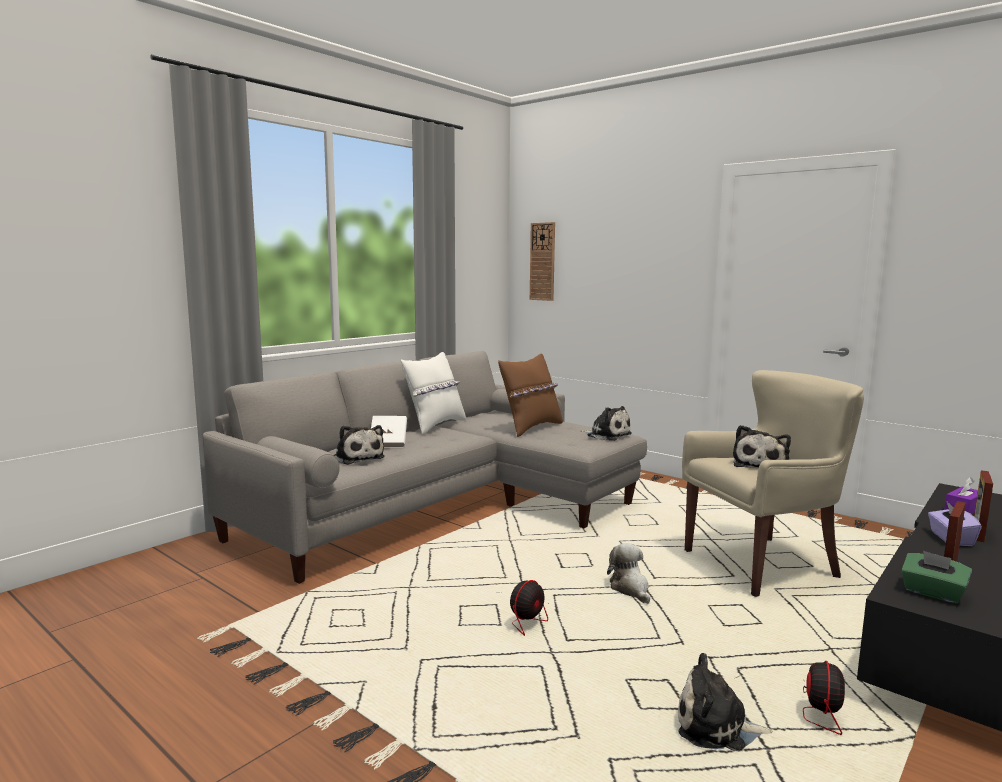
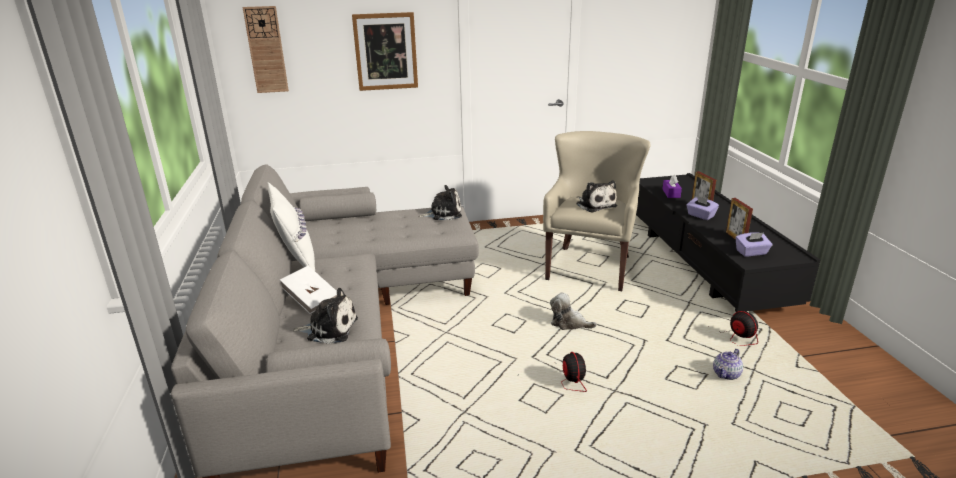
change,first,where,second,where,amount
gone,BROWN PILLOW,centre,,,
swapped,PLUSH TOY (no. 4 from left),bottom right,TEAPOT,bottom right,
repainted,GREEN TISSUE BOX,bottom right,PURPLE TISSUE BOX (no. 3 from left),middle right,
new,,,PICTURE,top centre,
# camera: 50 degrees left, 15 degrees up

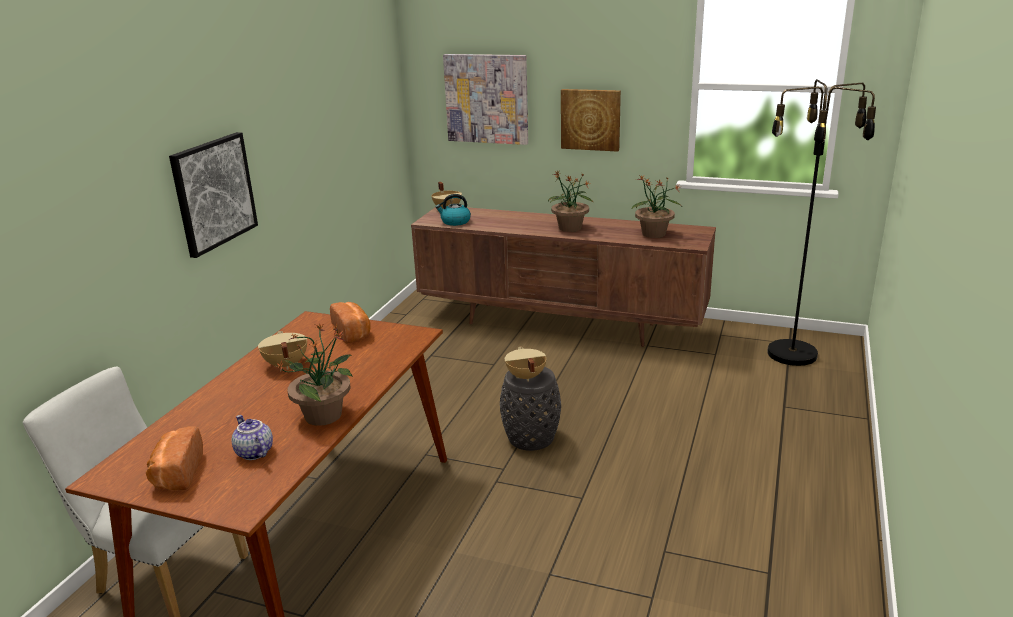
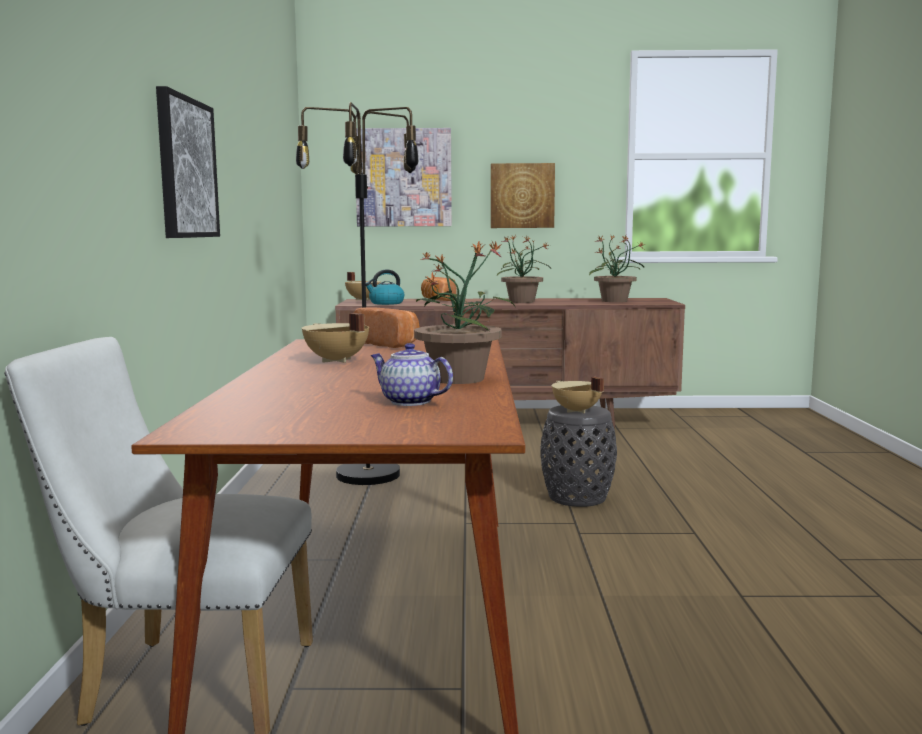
change,first,where,second,where,amount
shifted,BREAD (no. 1 from left in the first image),bottom left,BREAD (no. 2 from left),centre,
shifted,FLOOR LAMP,middle right,,centre,
# camera: 20 degrees left, 15 degrees down

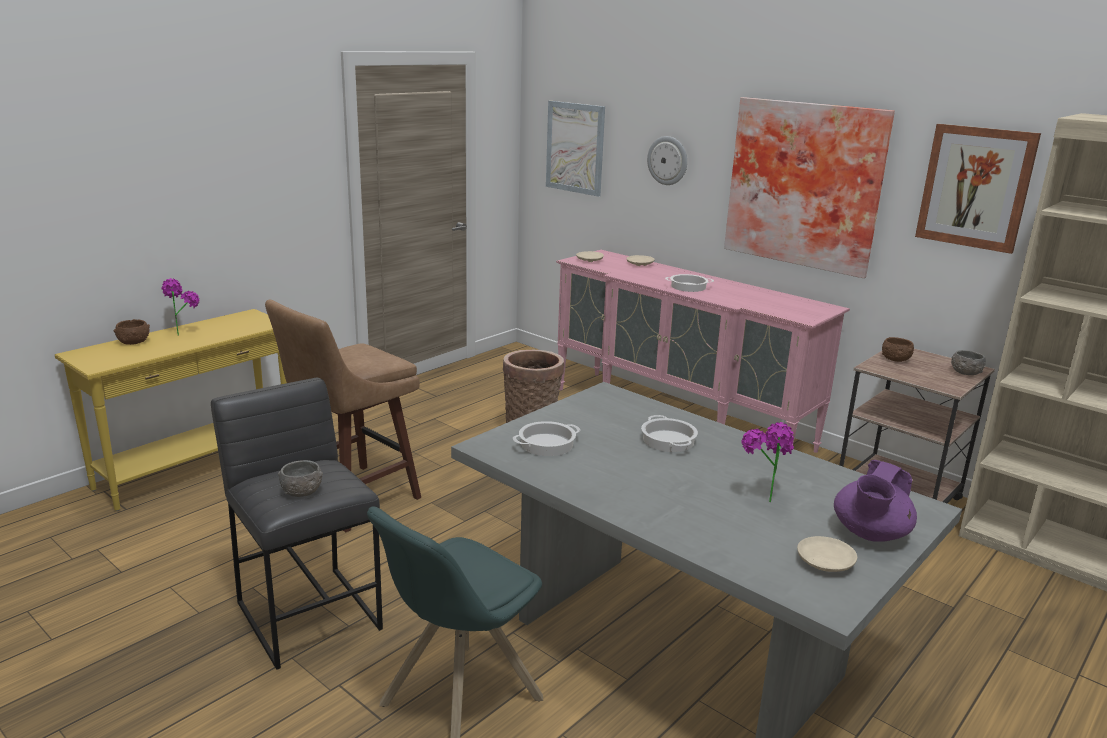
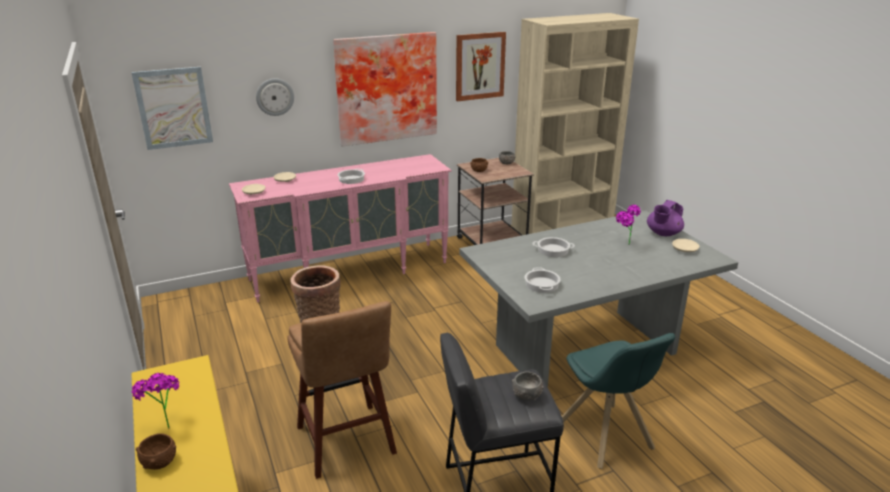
change,first,where,second,where,amount
rotated,PURPLE TEAPOT,bottom right,,middle right,75 degrees clockwise
# camera: 65 degrees left, 5 degrees up

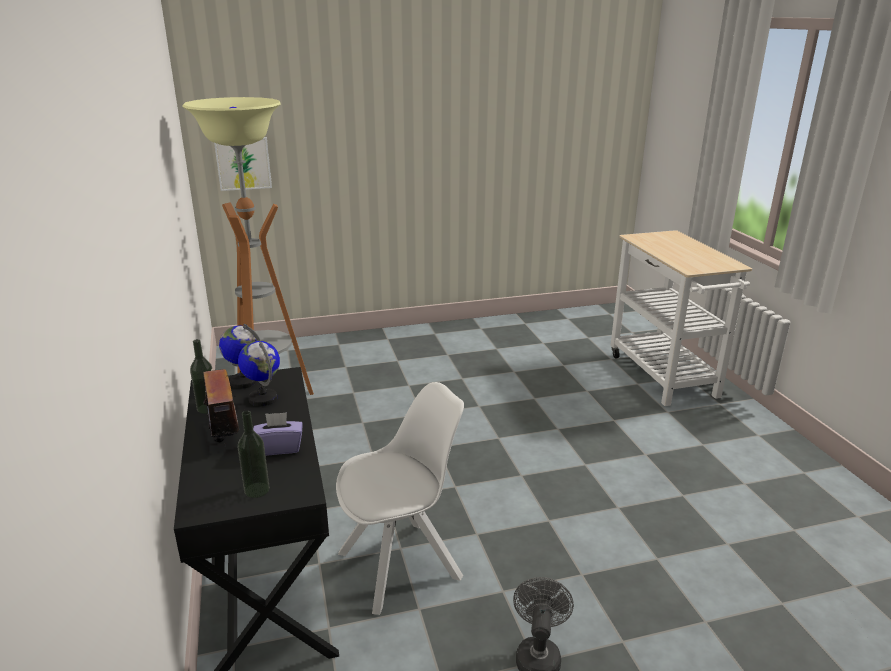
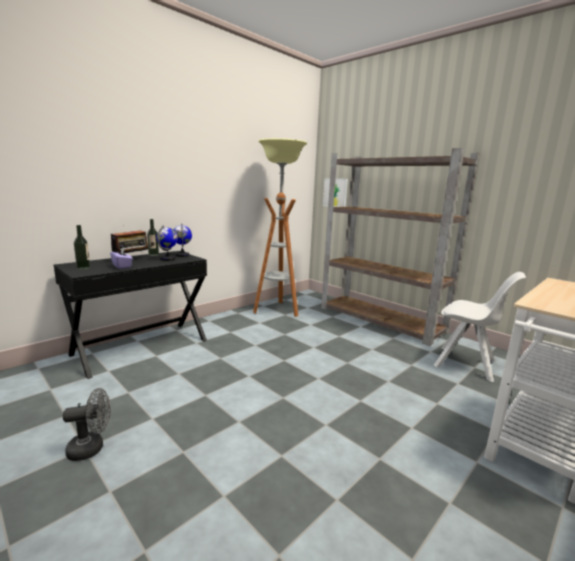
change,first,where,second,where,amount
shifted,WHITE CHAIR,bottom centre,,middle right,
new,,,BROWN BOOKCASE,middle right,
# camera: 60 degrees right, 10 degrees down

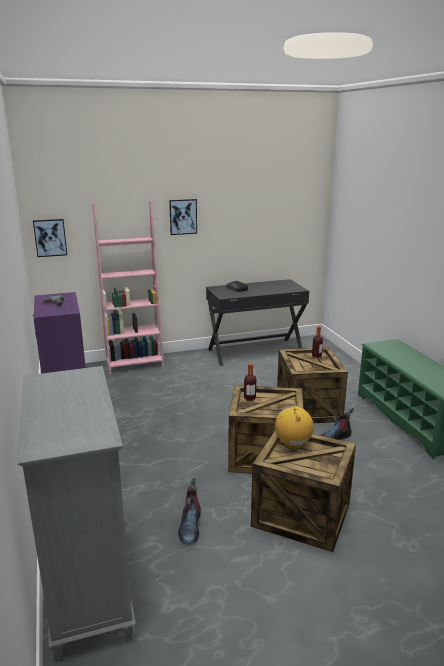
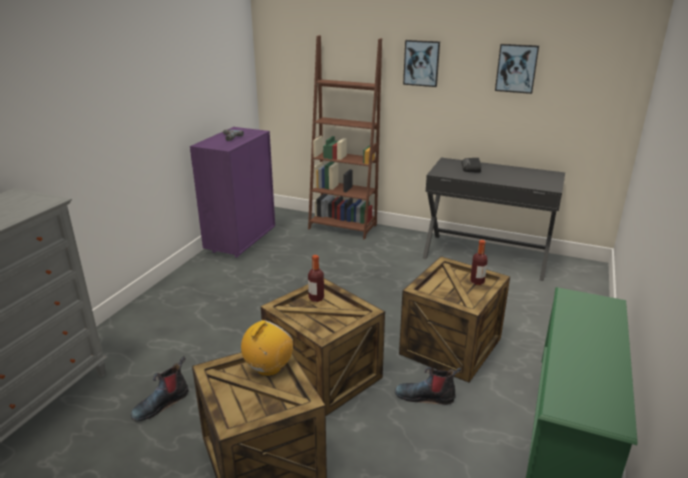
change,first,where,second,where,amount
shifted,PICTURE (no. 1 from left in the first image),middle left,PICTURE (no. 2 from left),top right,
repainted,PINK BOOKCASE,middle left,BROWN BOOKCASE,top centre,
# camera: 40 degrees right, 5 degrees up

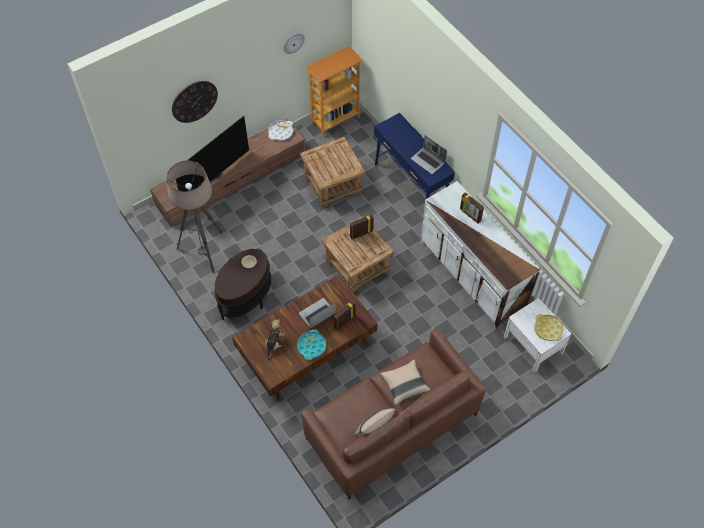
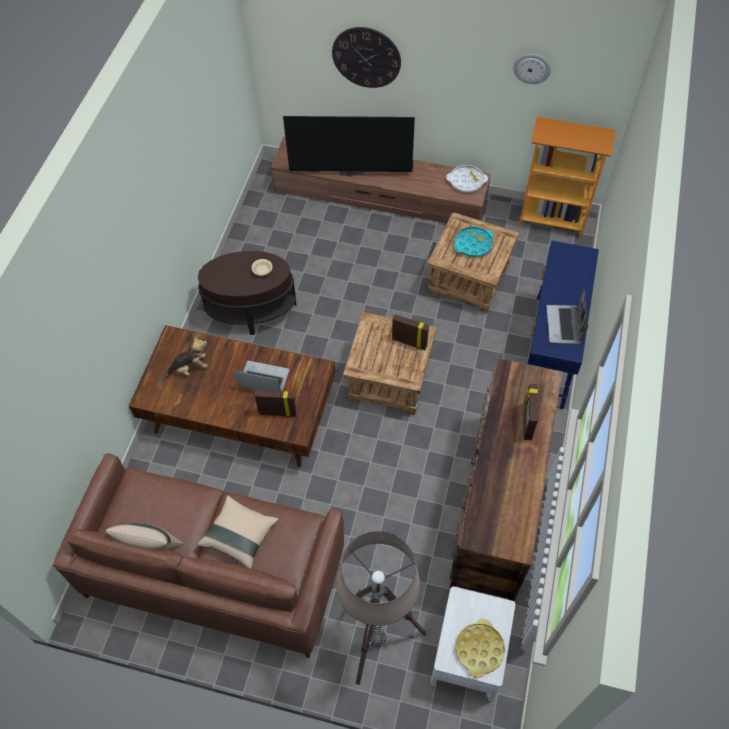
change,first,where,second,where,amount
shifted,FLOOR LAMP,middle left,,bottom centre,
shifted,TURQUOISE TRAY,centre,,top centre,
repainted,WHITE CABINET,middle right,BROWN CABINET,middle right,
# camera: 50 degrees right, 0 degrees up

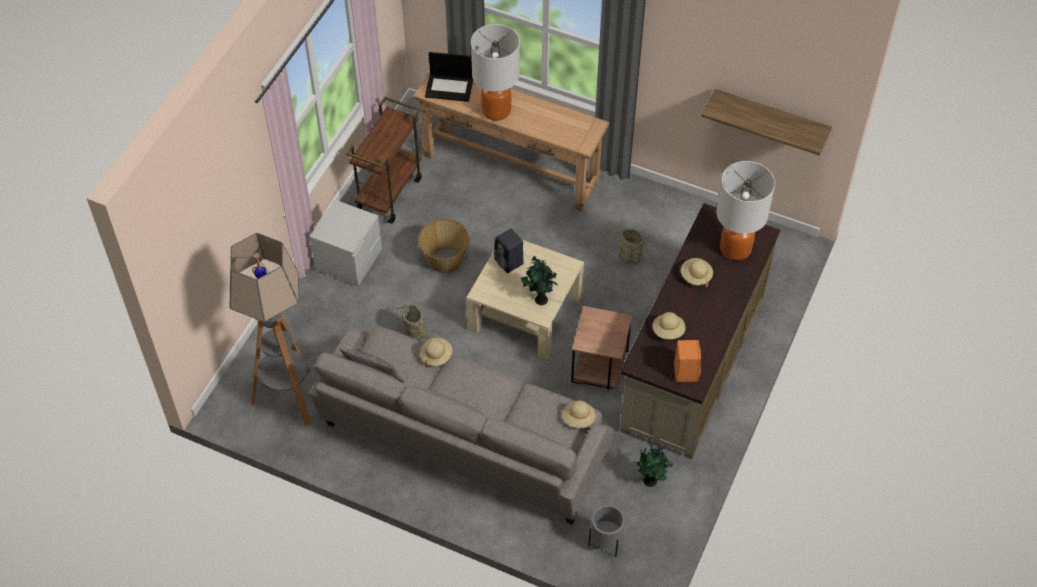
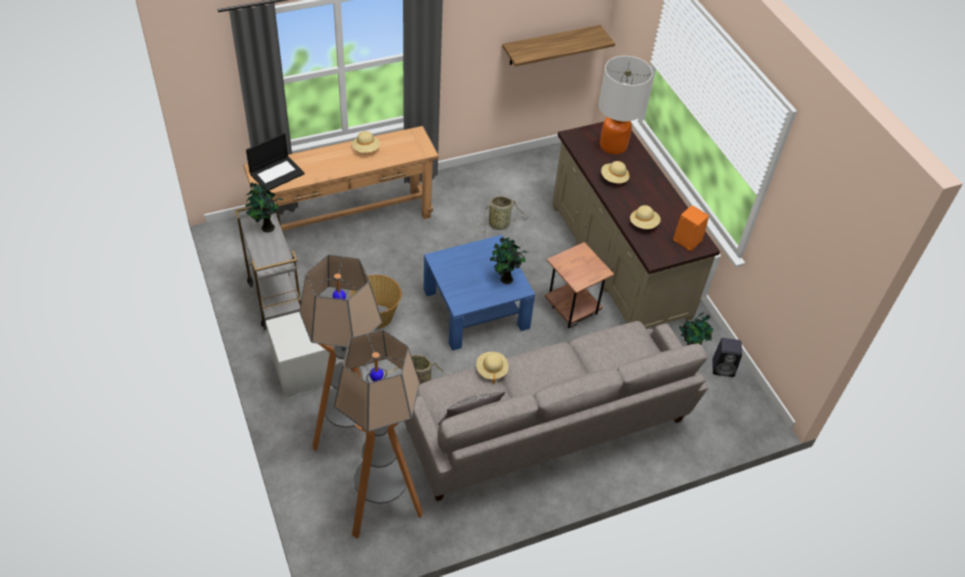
change,first,where,second,where,amount
repainted,BROWN CART,top centre,GREY CART,middle left,
repainted,BEIGE COFFEE TABLE,centre,BLUE COFFEE TABLE,centre,
gone,TABLE LAMP (no. 1 from left),top centre,,,
shifted,BLACK SPEAKER,centre,,middle right,
shifted,BEIGE HAT (no. 2 from left in the first image),bottom centre,BEIGE HAT (no. 1 from left),top centre,
gone,GREY PLANTER,bottom centre,,,
new,,,POTTED PLANT (no. 1 from left),middle left,
new,,,FLOOR LAMP (no. 1 from left),centre,
# camera: 50 degrees left, 5 degrees down

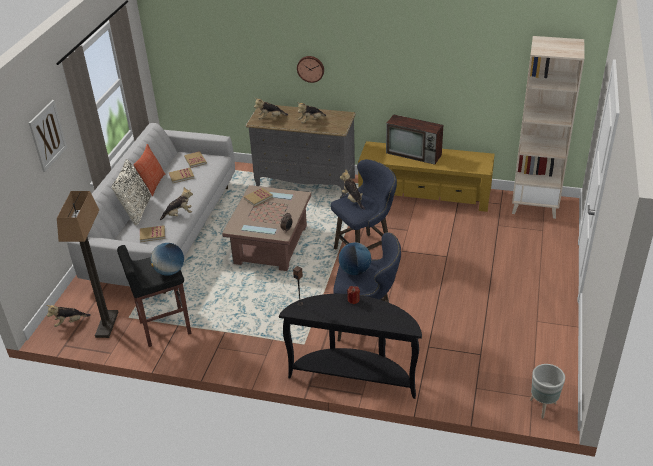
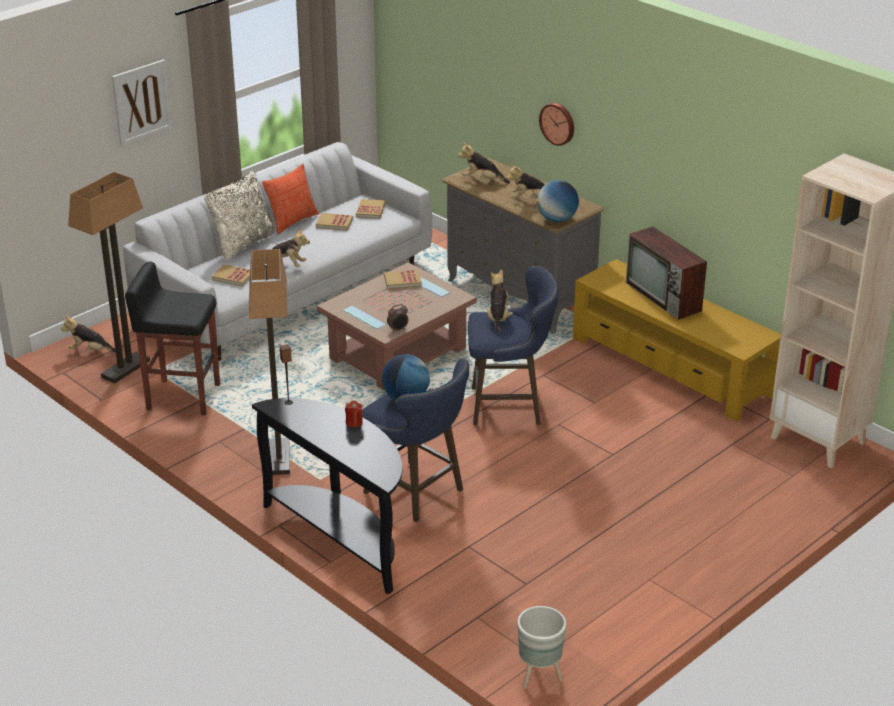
change,first,where,second,where,amount
shifted,GLOBE (no. 1 from left in the first image),middle left,GLOBE (no. 2 from left),top centre,
new,,,FLOOR LAMP (no. 2 from left),middle left,
# camera: 30 degrees right, 5 degrees down

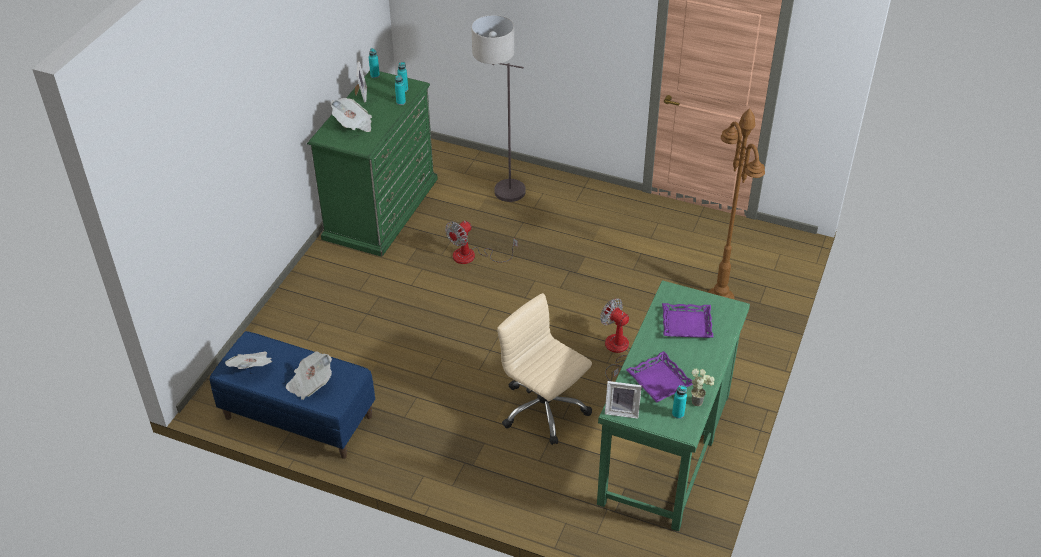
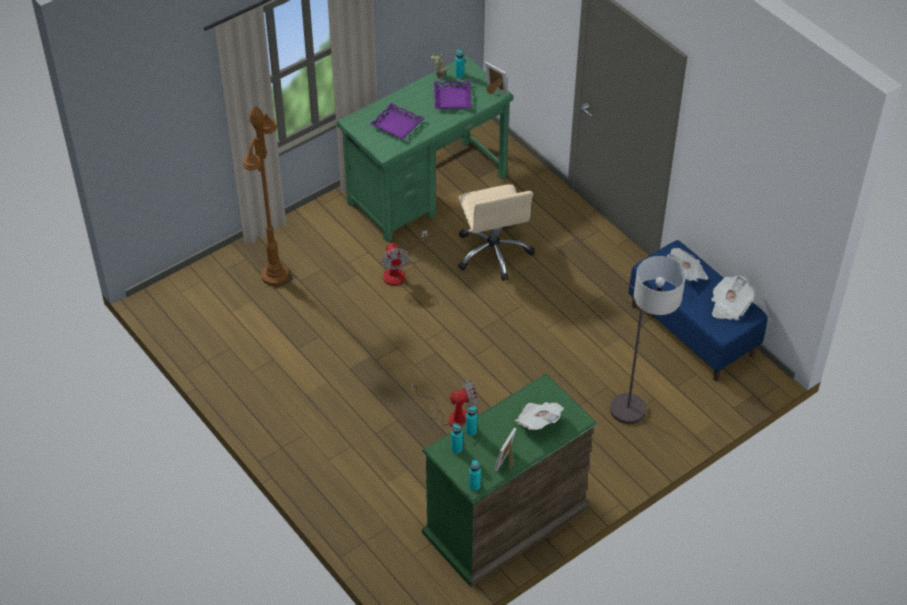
change,first,where,second,where,amount
shifted,GREY FLOOR LAMP,top centre,,middle right,
# camera: 150 degrees left, 5 degrees up

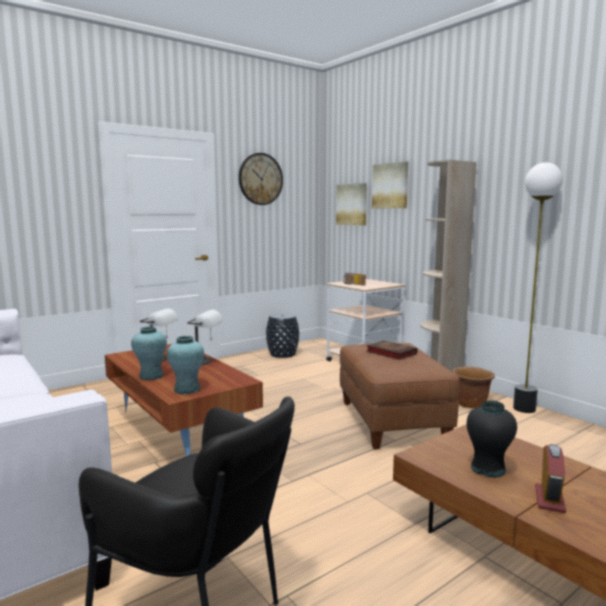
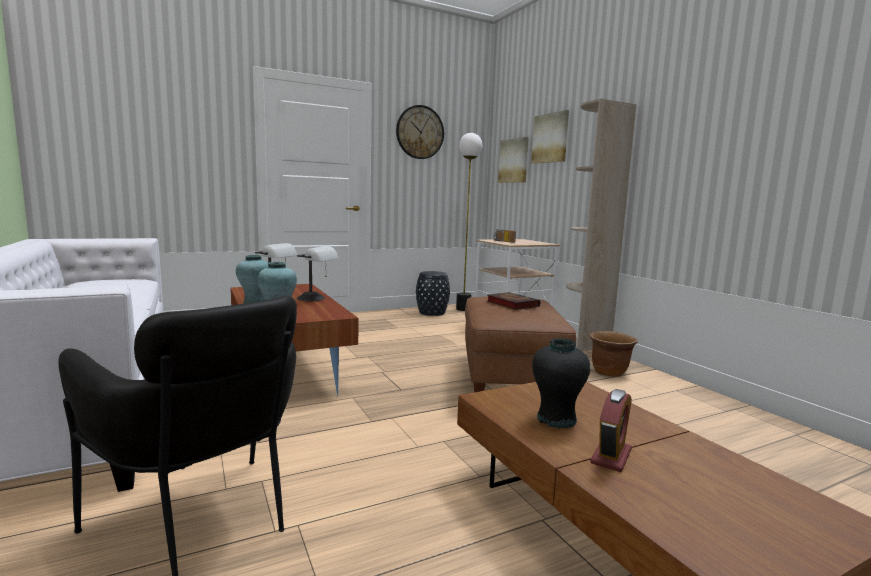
change,first,where,second,where,amount
shifted,FLOOR LAMP,middle right,,centre,
# camera: 10 degrees right, 0 degrees up

